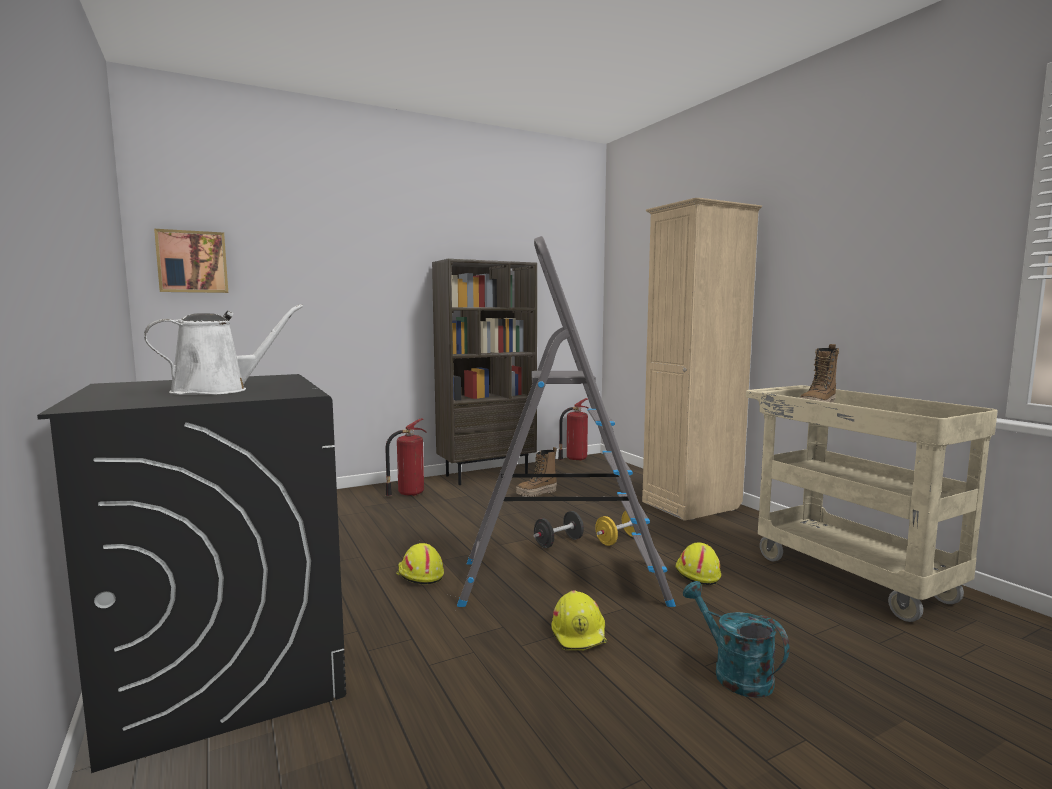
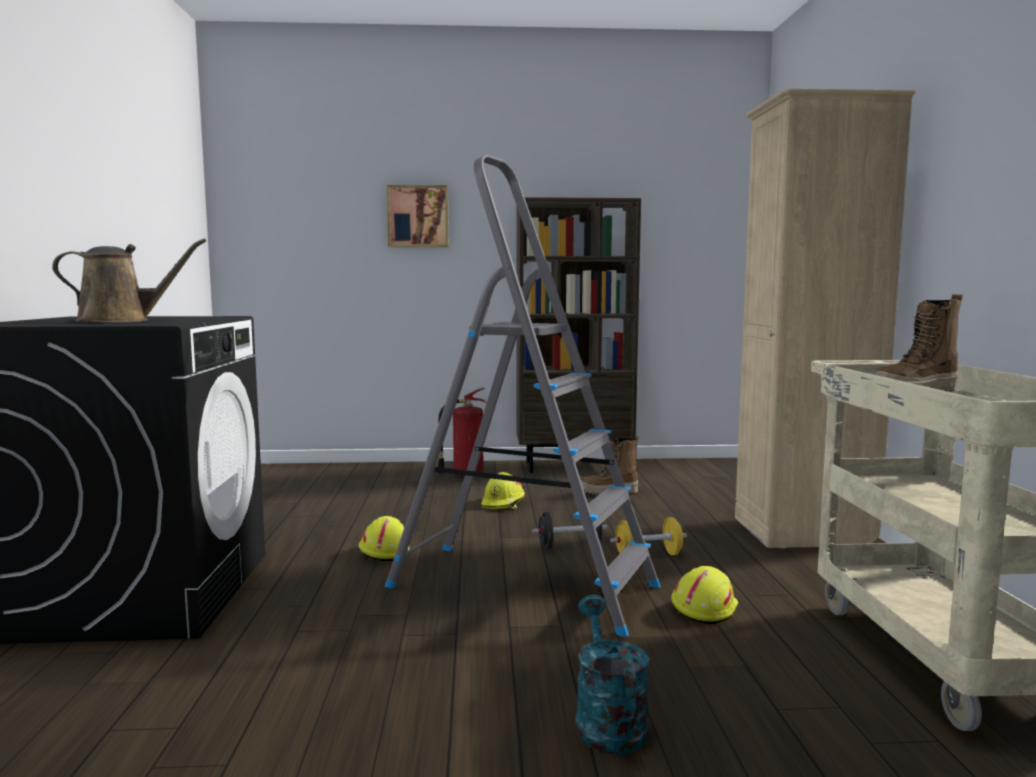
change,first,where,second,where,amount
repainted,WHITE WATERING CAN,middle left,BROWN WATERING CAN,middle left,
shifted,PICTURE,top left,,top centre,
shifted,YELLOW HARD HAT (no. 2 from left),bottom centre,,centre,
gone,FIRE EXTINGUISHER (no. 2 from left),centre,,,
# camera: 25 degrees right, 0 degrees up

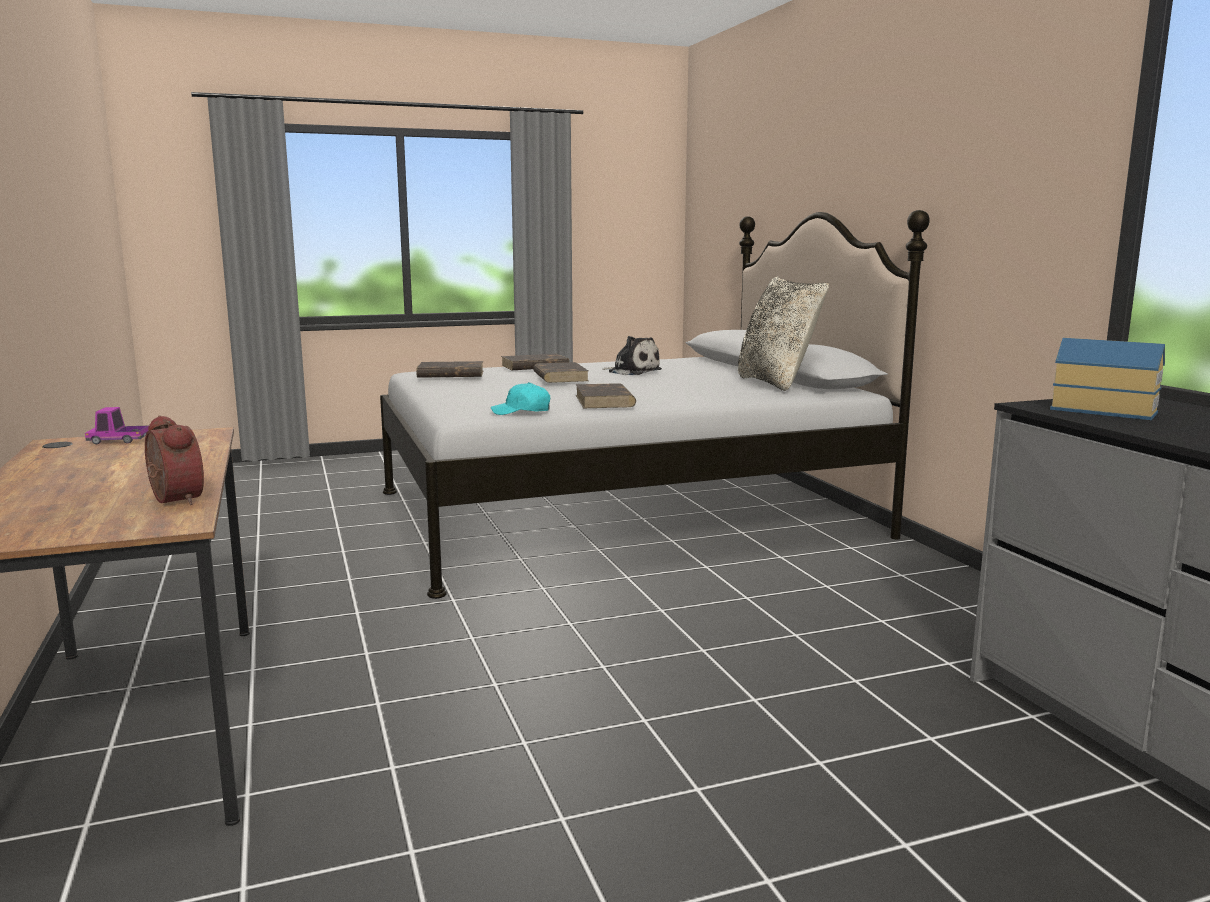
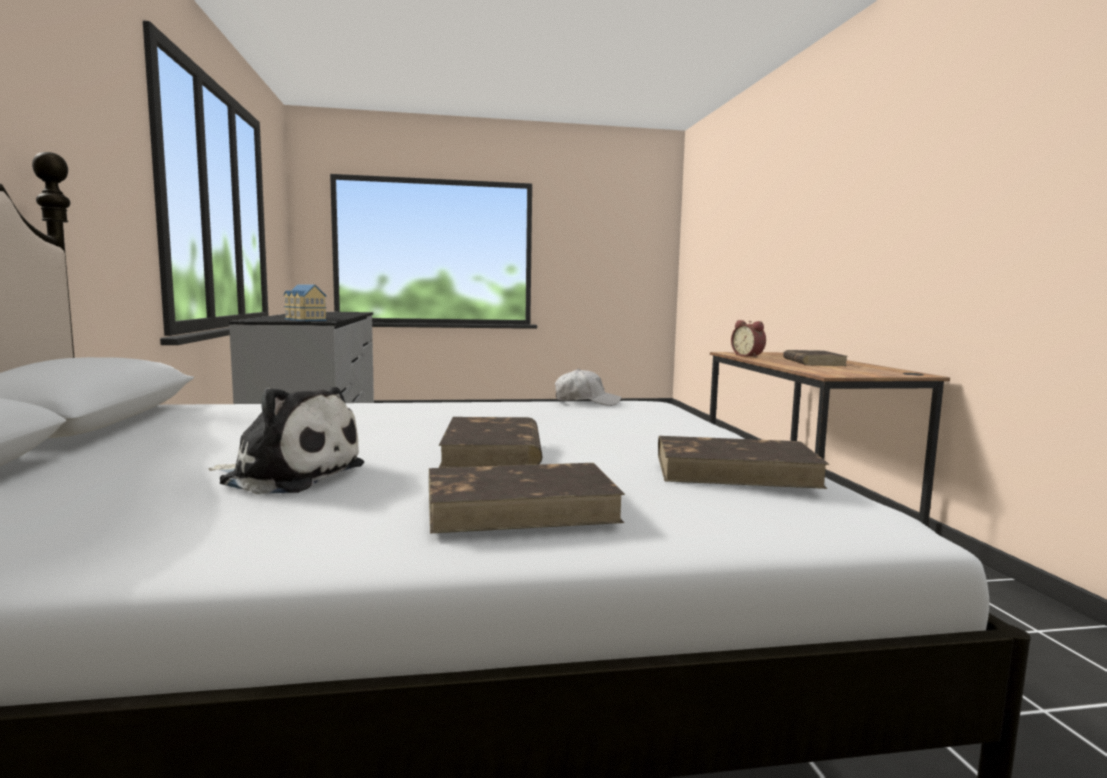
change,first,where,second,where,amount
gone,TOY TRUCK,middle left,,,
repainted,TURQUOISE CAP,centre,WHITE CAP,centre,
shifted,BROWN BOOK (no. 4 from left),centre,,middle right,
rotated,PLUSH TOY,centre,,middle left,150 degrees clockwise
gone,BEIGE PILLOW,centre,,,
# camera: 170 degrees left, 5 degrees down

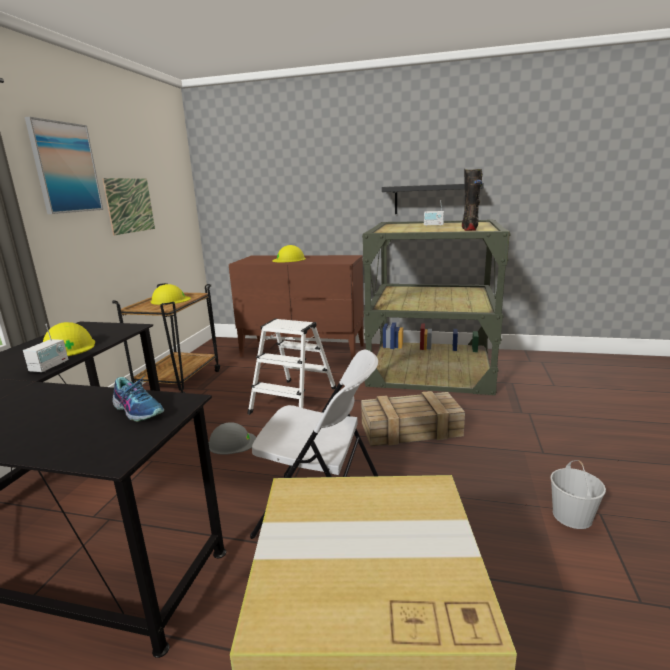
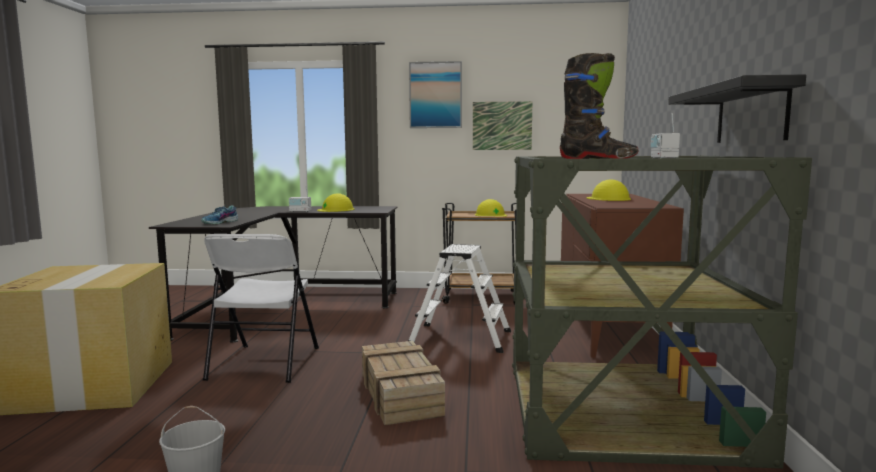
change,first,where,second,where,amount
gone,GREY HARD HAT,centre,,,
# camera: 80 degrees right, 10 degrees down

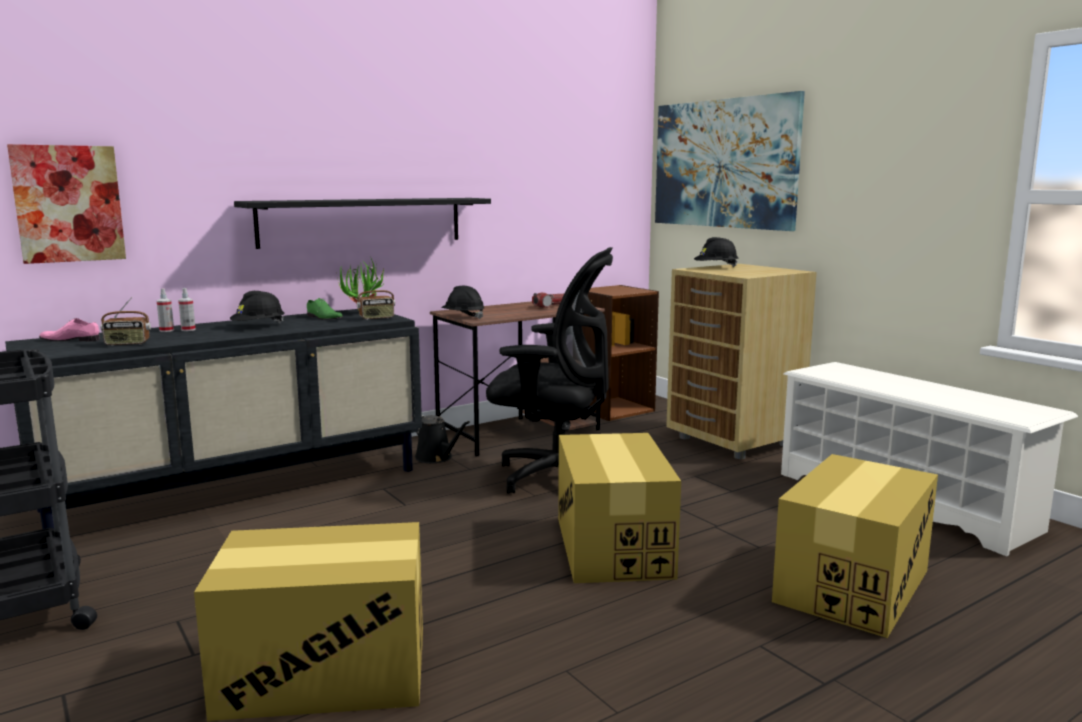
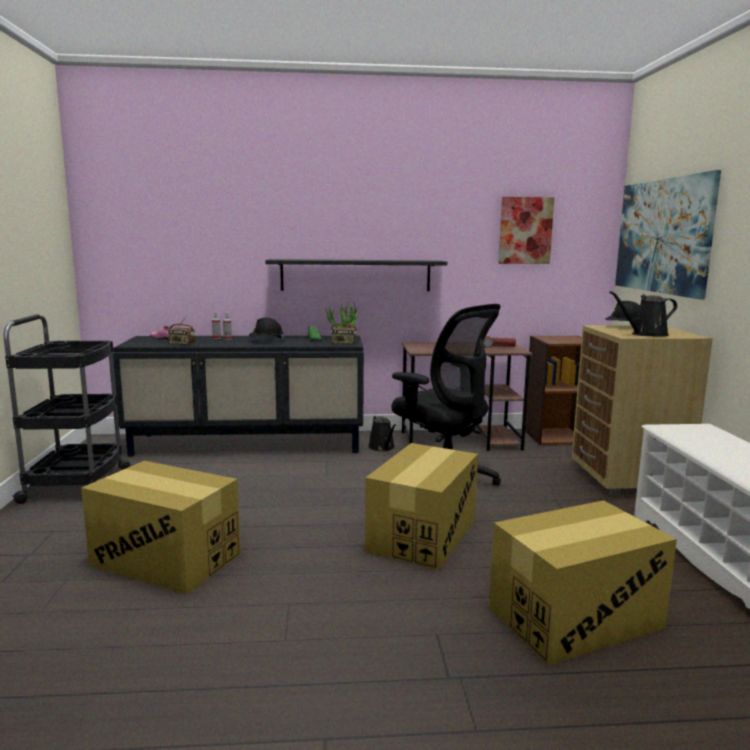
change,first,where,second,where,amount
shifted,PICTURE (no. 1 from left),top left,,top right,
gone,BLACK HARD HAT (no. 2 from left),centre,,,
new,,,BLACK WATERING CAN (no. 2 from left),middle right,
# camera: 30 degrees right, 0 degrees up

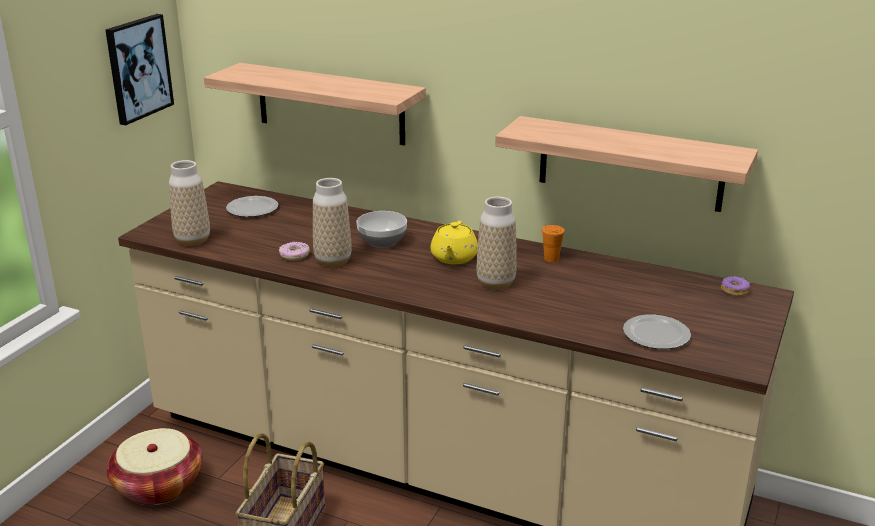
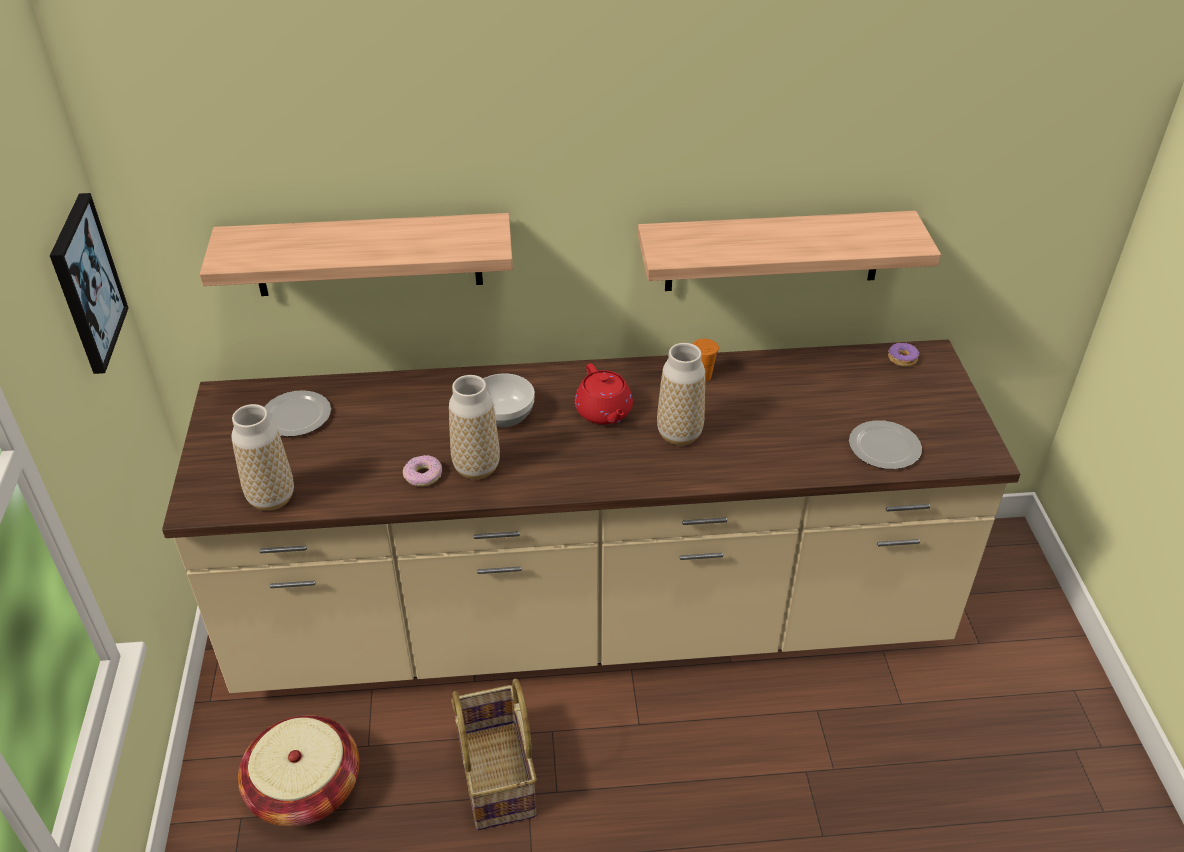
change,first,where,second,where,amount
repainted,YELLOW TEAPOT,centre,RED TEAPOT,centre,
# camera: 30 degrees left, 15 degrees up

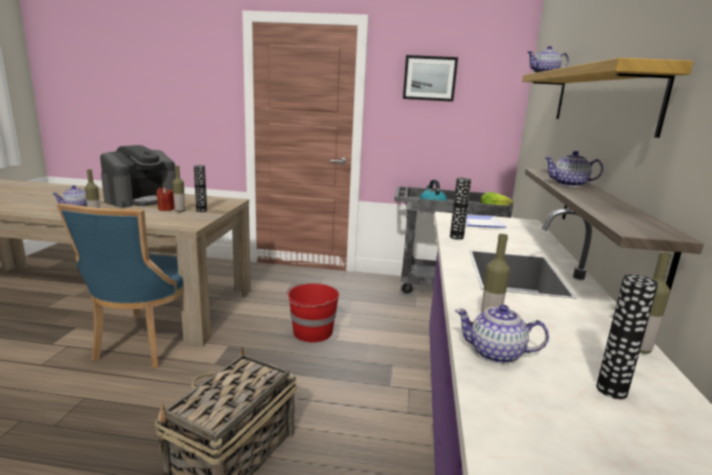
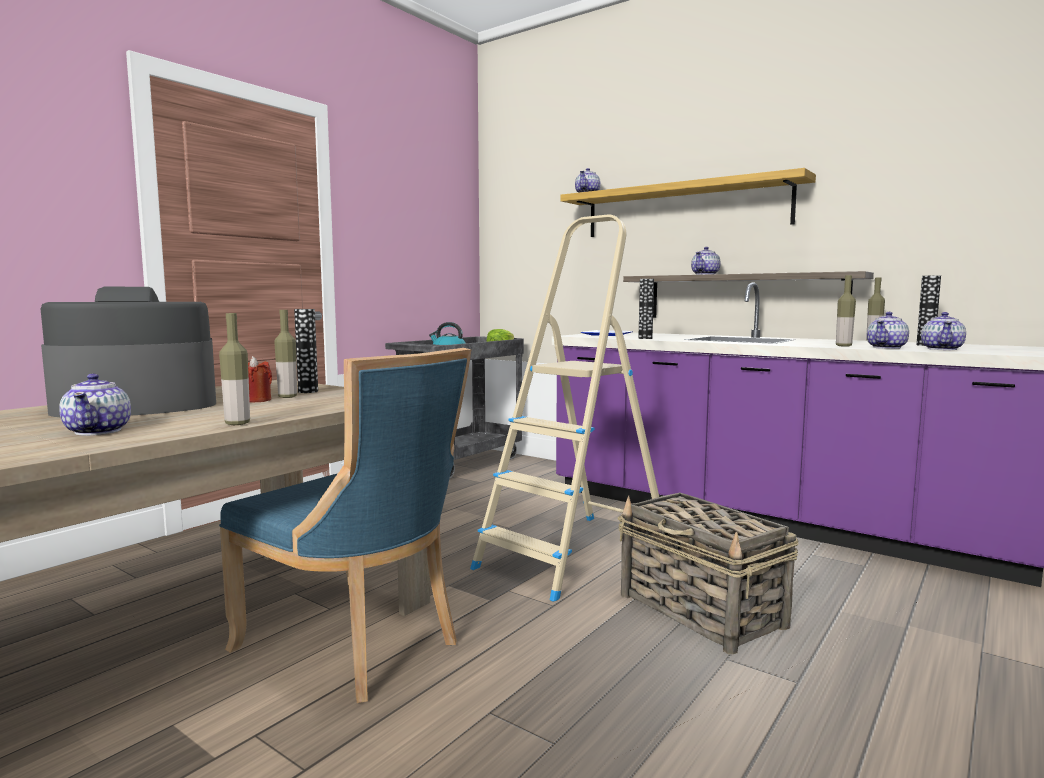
change,first,where,second,where,amount
rotated,COFFEE MACHINE,middle left,,middle left,90 degrees counterclockwise
gone,RED BUCKET,centre,,,
gone,PICTURE,top centre,,,
new,,,BEIGE STEP LADDER,centre,
new,,,TEAPOT (no. 5 from left),middle right,
# camera: 60 degrees left, 10 degrees down

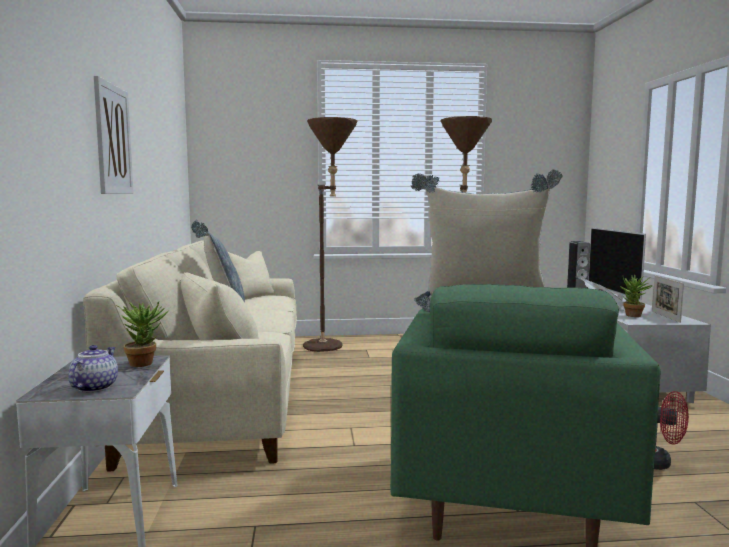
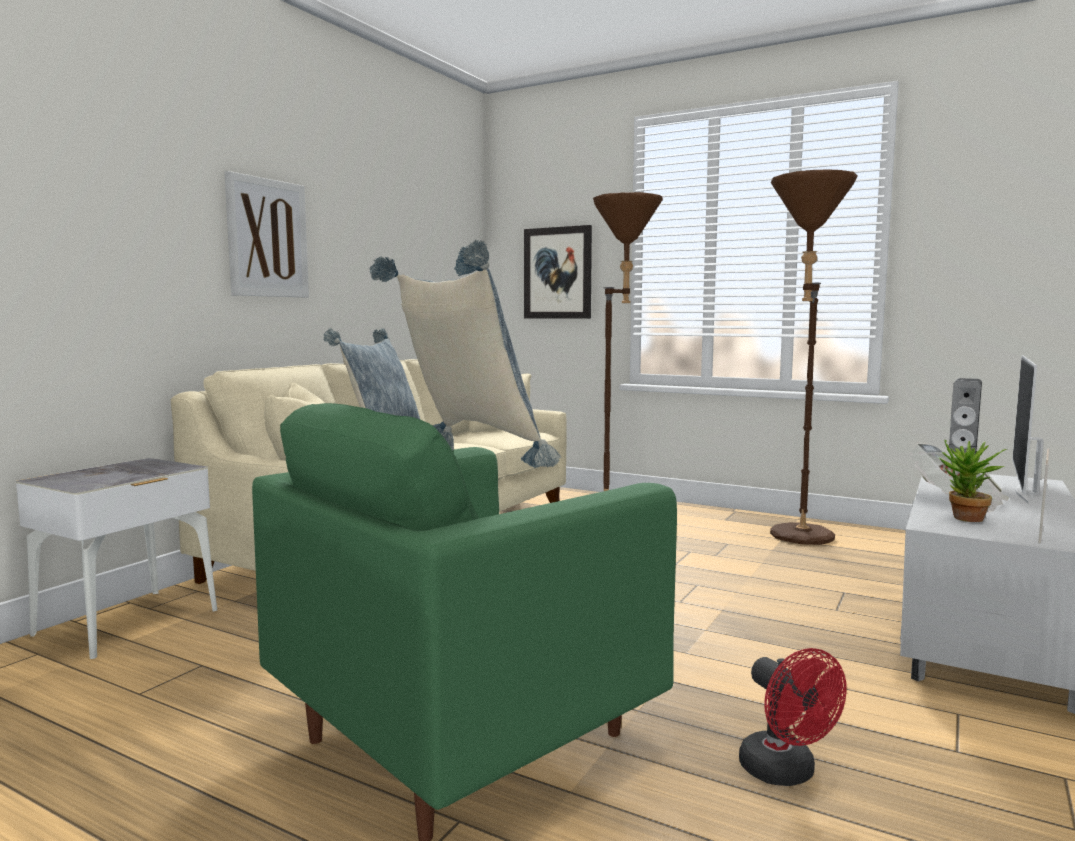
change,first,where,second,where,amount
gone,TEAPOT,bottom left,,,
gone,POTTED PLANT (no. 1 from left),middle left,,,
new,,,PICTURE (no. 2 from left),top centre,
# camera: 35 degrees right, 0 degrees up

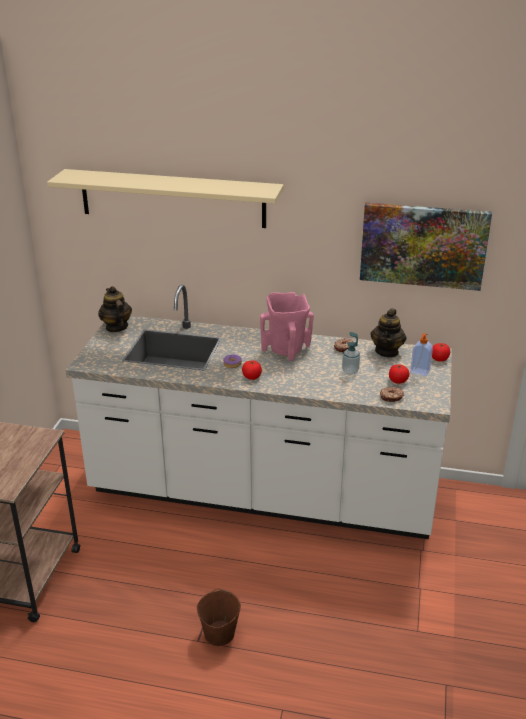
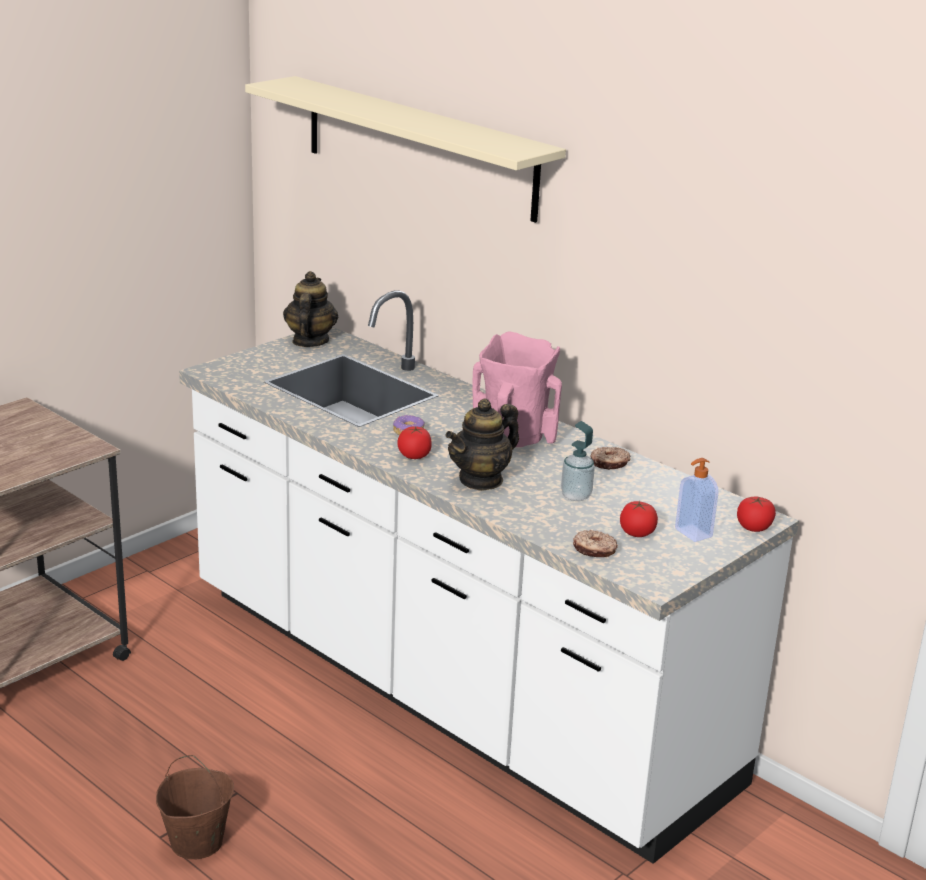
change,first,where,second,where,amount
gone,PICTURE,middle right,,,
shifted,TEAPOT (no. 2 from left),middle right,,centre,
# camera: 30 degrees right, 5 degrees down

